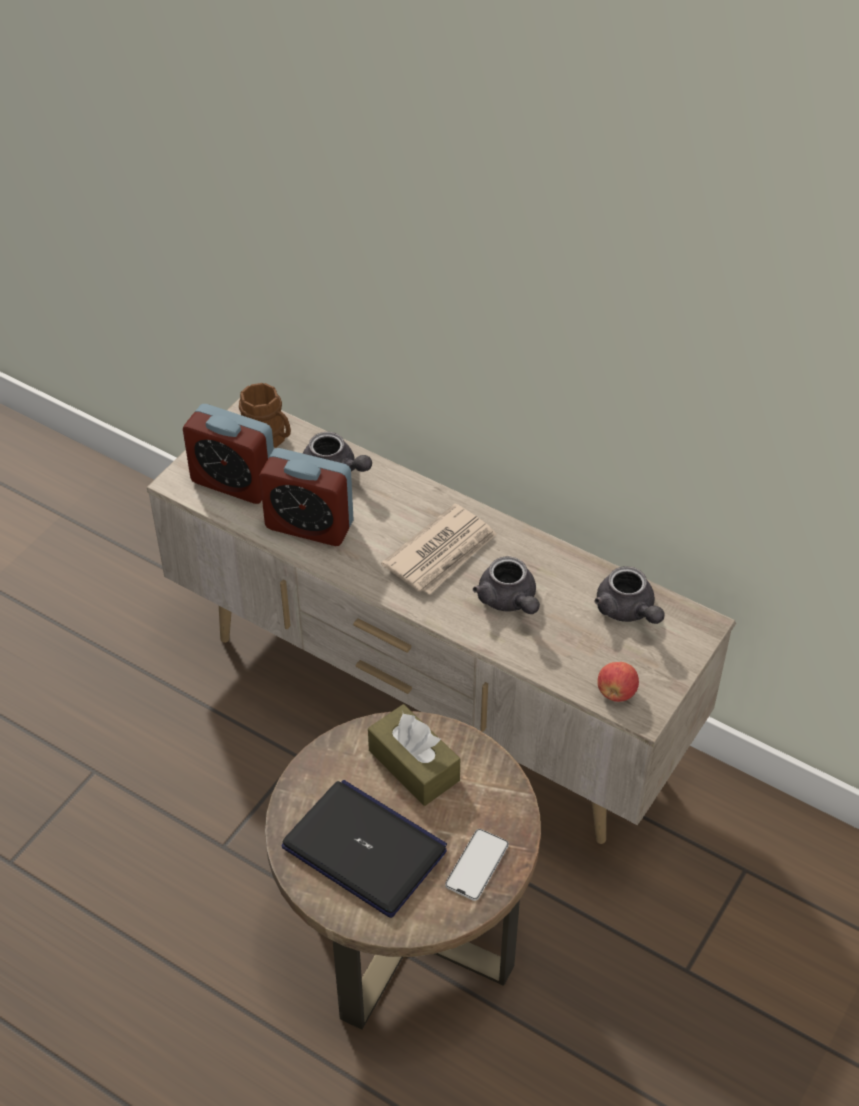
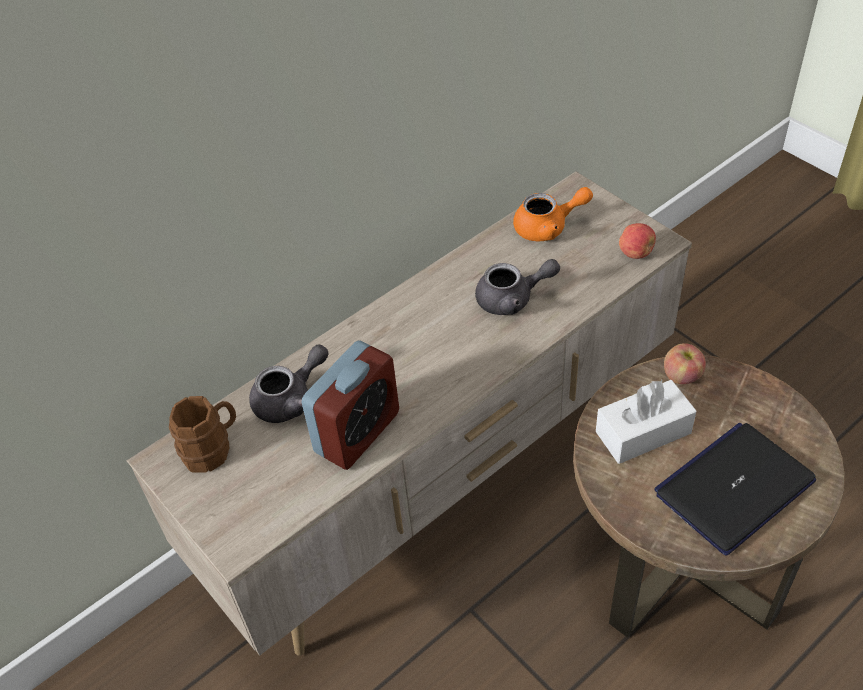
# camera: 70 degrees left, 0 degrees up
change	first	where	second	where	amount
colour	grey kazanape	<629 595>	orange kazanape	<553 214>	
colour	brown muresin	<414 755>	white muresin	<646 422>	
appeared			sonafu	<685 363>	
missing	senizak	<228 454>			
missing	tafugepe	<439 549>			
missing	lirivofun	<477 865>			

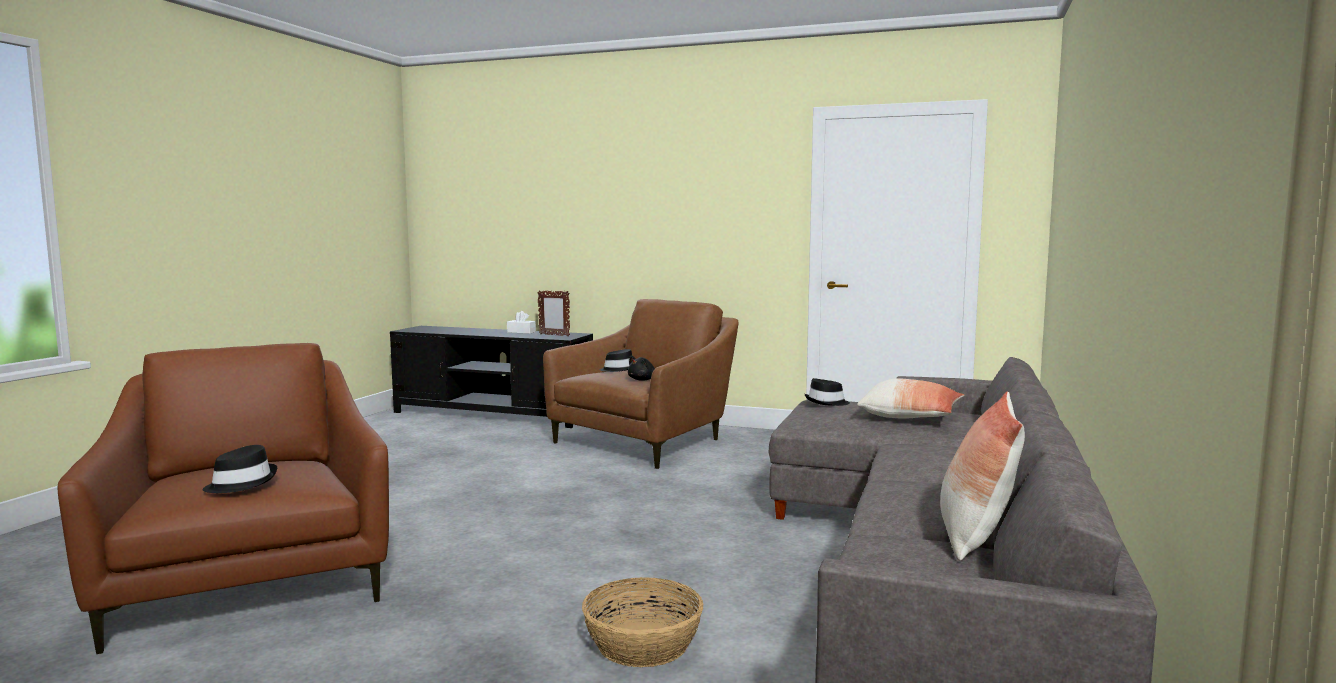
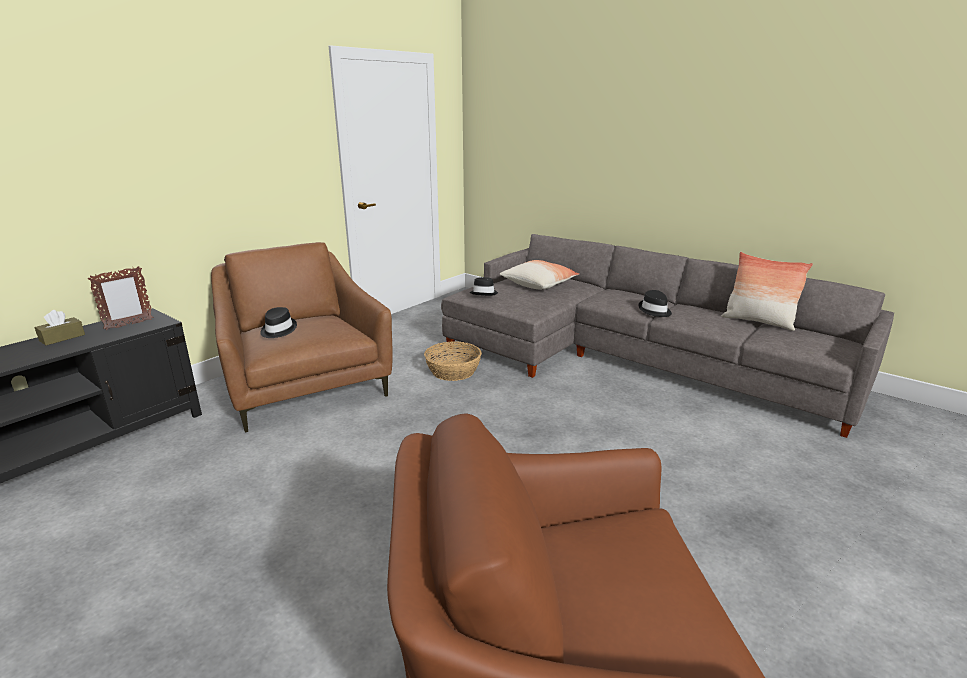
# camera: 70 degrees left, 15 degrees up
change	first	where	second	where	amount
colour	white muresin	<521 322>	brown muresin	<59 327>	
relocated	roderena	<642 622>		<453 361>	
relocated	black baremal	<240 469>		<655 303>	
missing	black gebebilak	<641 368>			

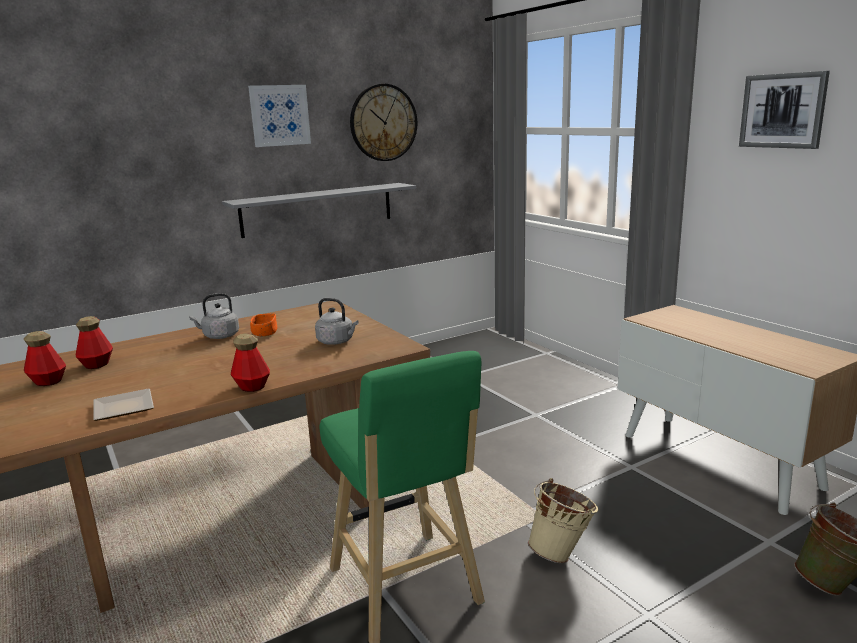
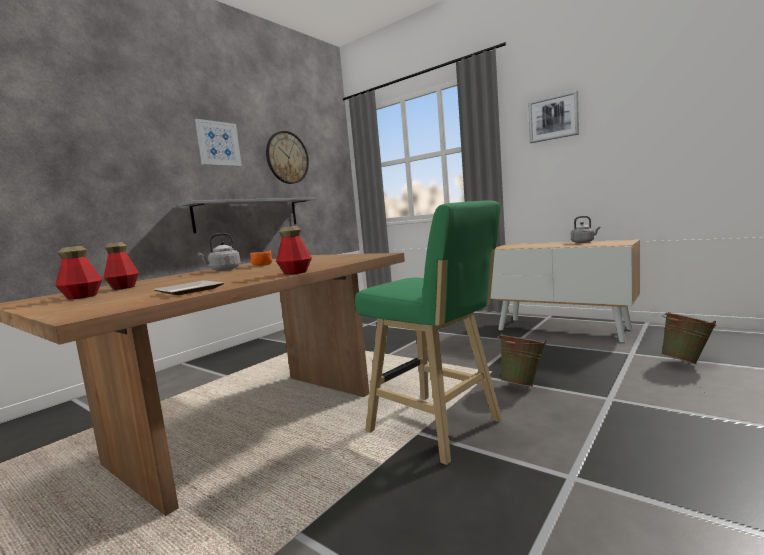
# camera: 20 degrees left, 10 degrees down
change	first	where	second	where	amount
colour	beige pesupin	<563 520>	green pesupin	<522 360>	
relocated	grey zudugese	<337 321>		<585 229>	

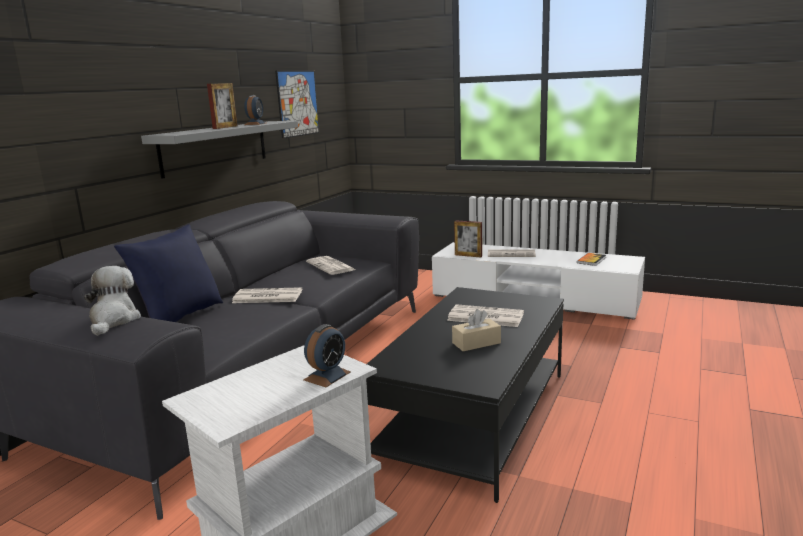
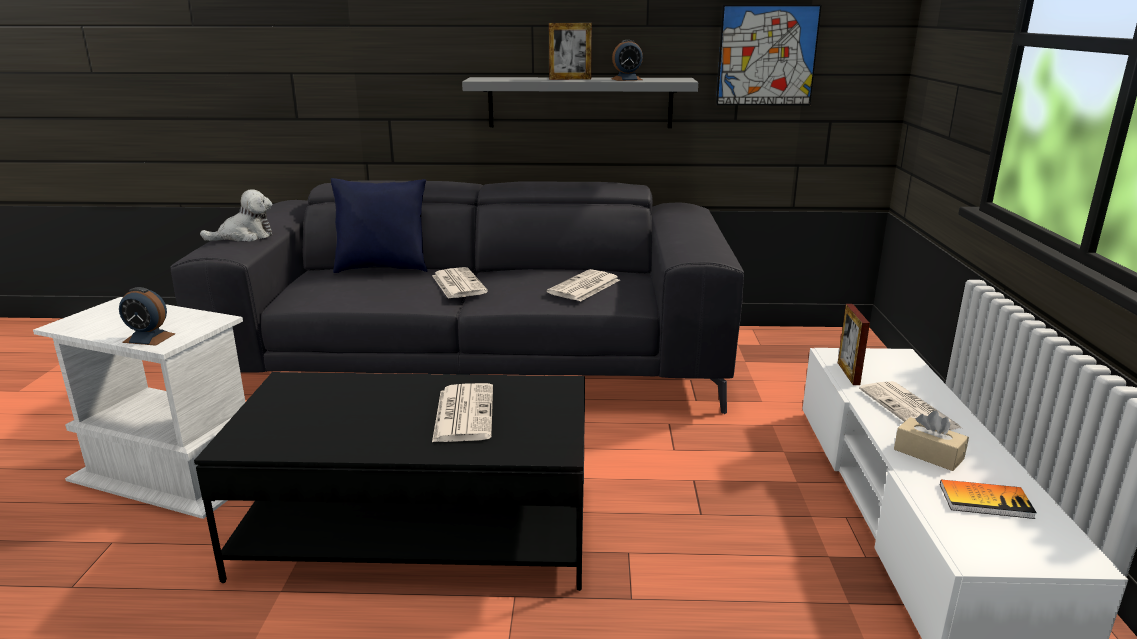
# camera: 65 degrees right, 5 degrees up
change	first	where	second	where	amount
relocated	beige muresin	<476 330>		<931 441>	

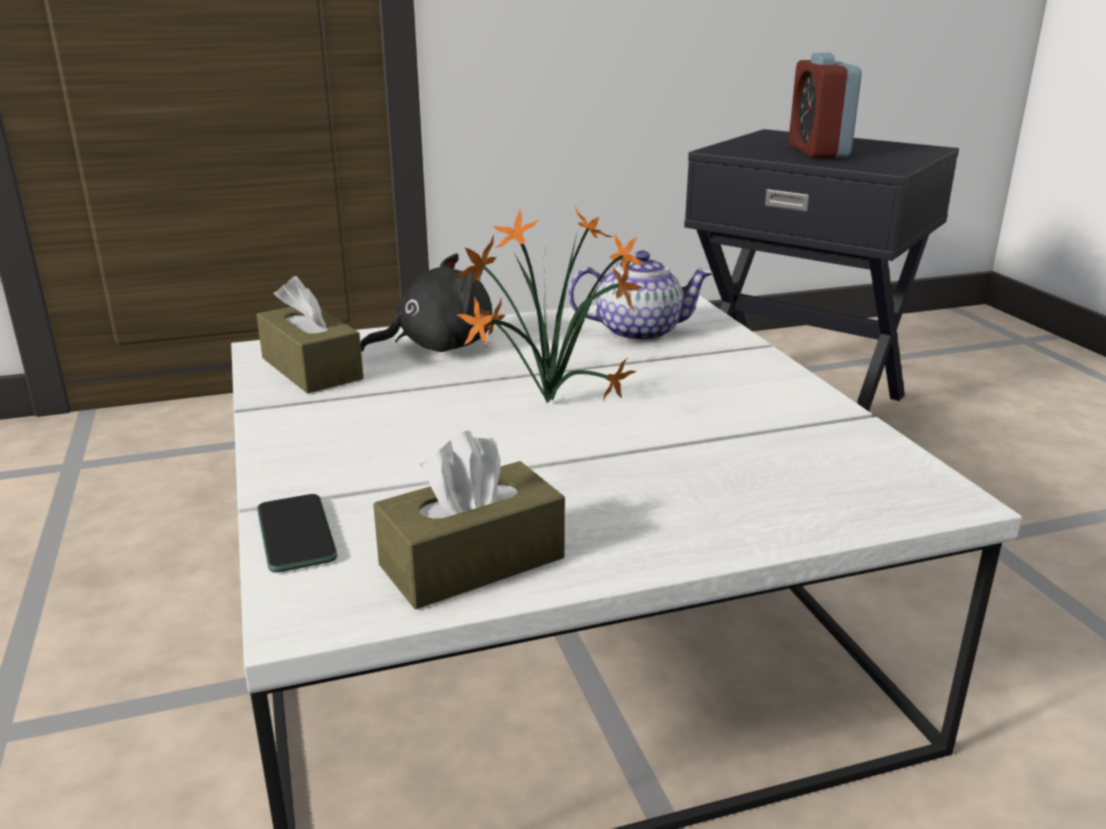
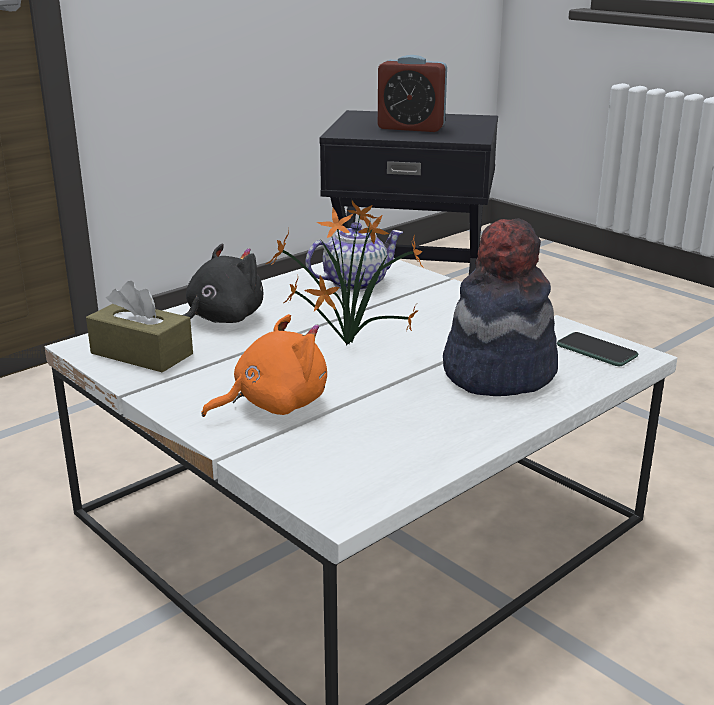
# camera: 25 degrees left, 0 degrees up
change	first	where	second	where	amount
appeared			orange gebebilak	<264 365>	
spun	senizak	<825 105>		<412 93>	45 degrees counterclockwise
appeared			baremal	<500 307>	
relocated	lirivofun	<297 533>		<597 349>	
missing	brown muresin	<469 519>			

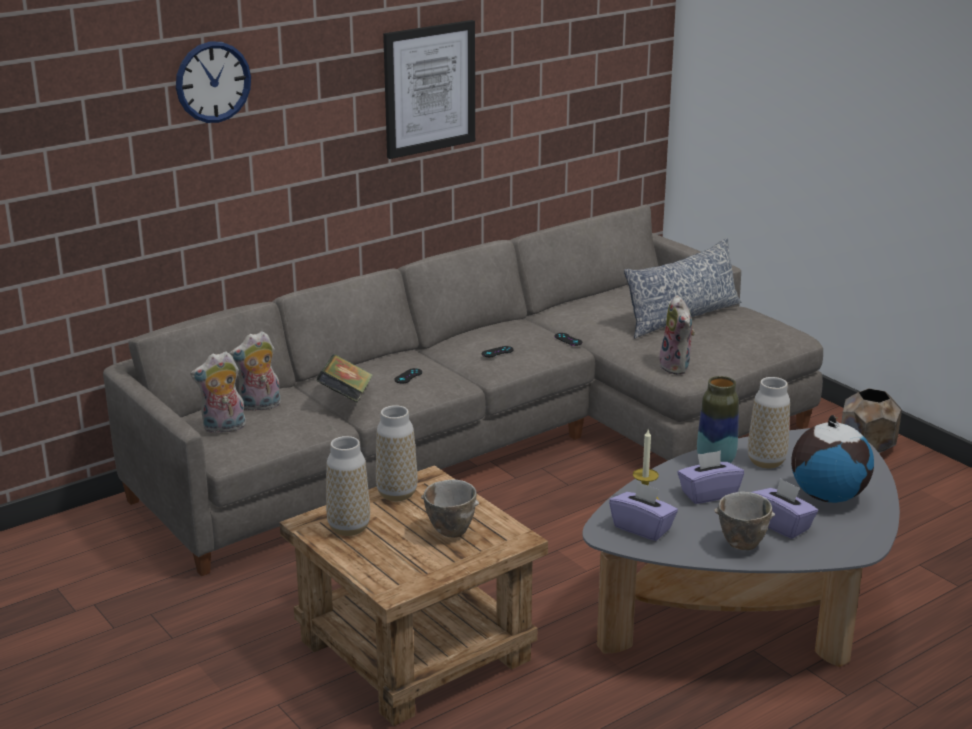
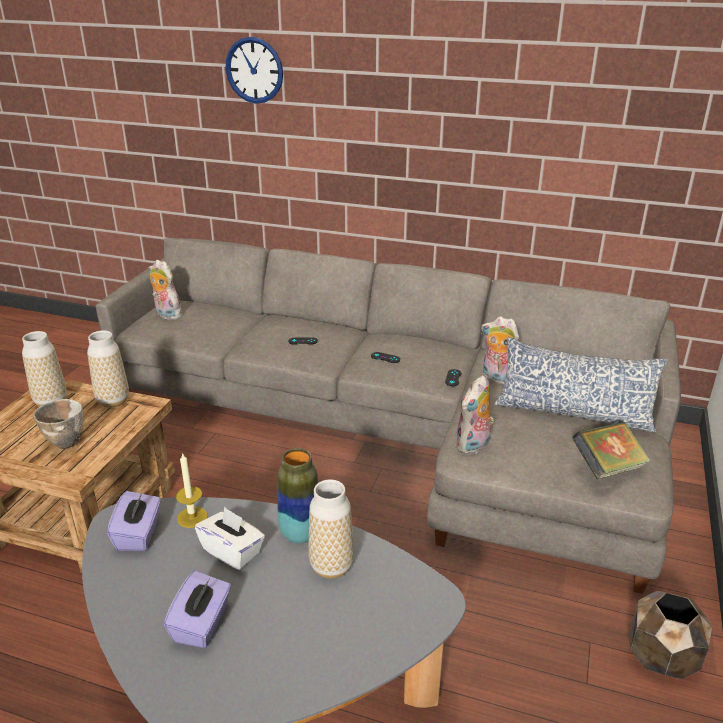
# camera: 55 degrees right, 5 degrees up
change	first	where	second	where	amount
colour	purple muresin	<710 477>	white muresin	<230 538>	
relocated	gebebilak	<255 371>		<500 350>	
relocated	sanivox	<344 378>		<611 450>	
missing	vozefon	<429 89>			
missing	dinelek	<744 521>			
missing	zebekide	<832 459>			

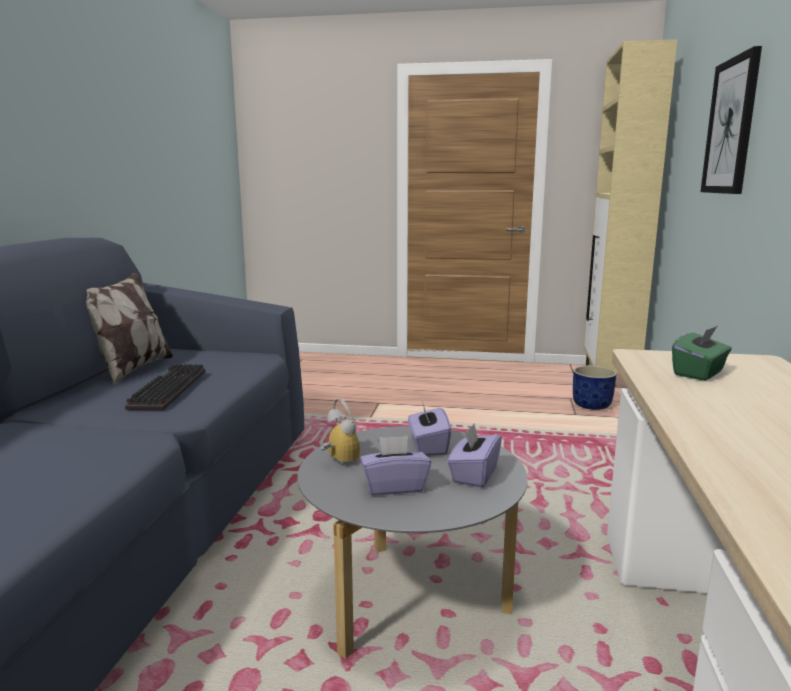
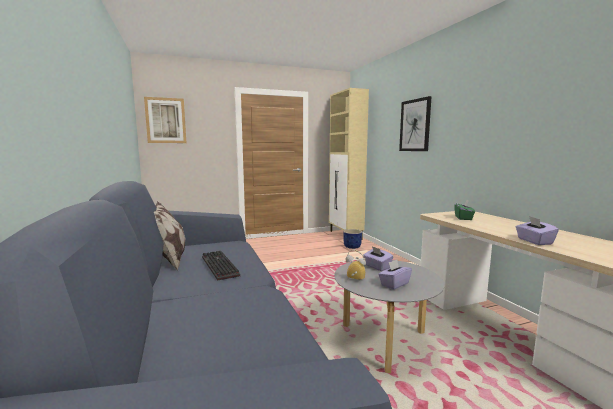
# camera: 30 degrees left, 5 degrees down
change	first	where	second	where	amount
appeared			vozefon	<165 120>	
relocated	purple muresin	<474 456>		<537 230>	

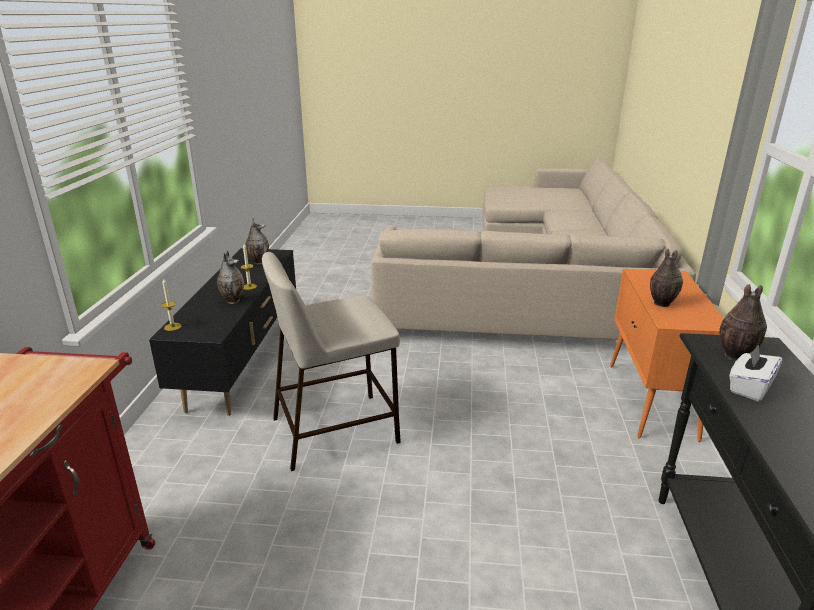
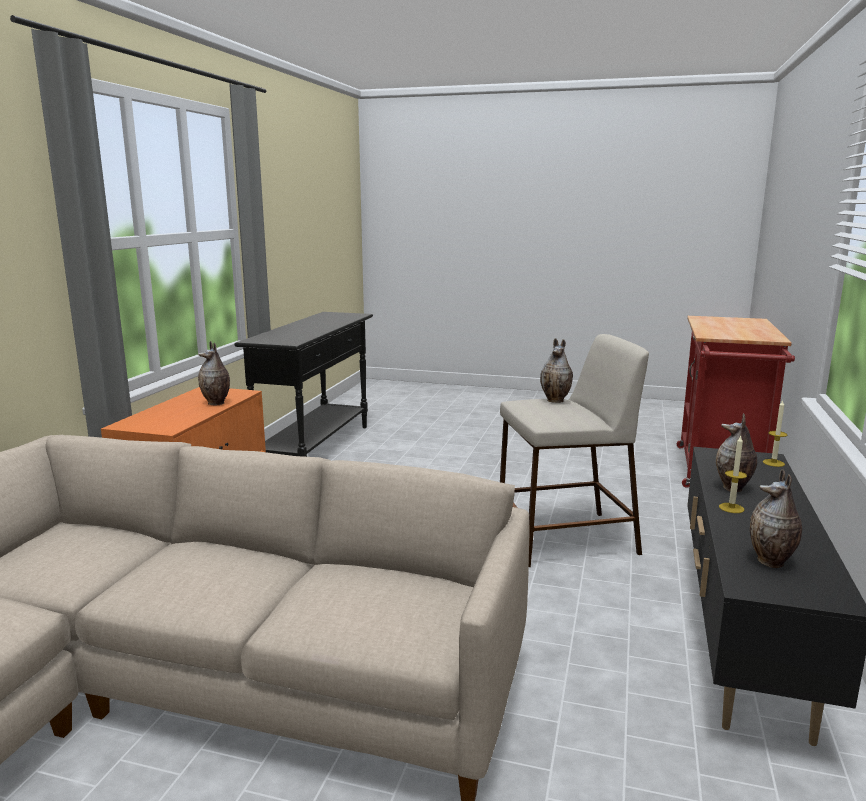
# camera: 170 degrees left, 10 degrees down
change	first	where	second	where	amount
relocated	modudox	<743 322>		<556 370>	
missing	white muresin	<755 373>			

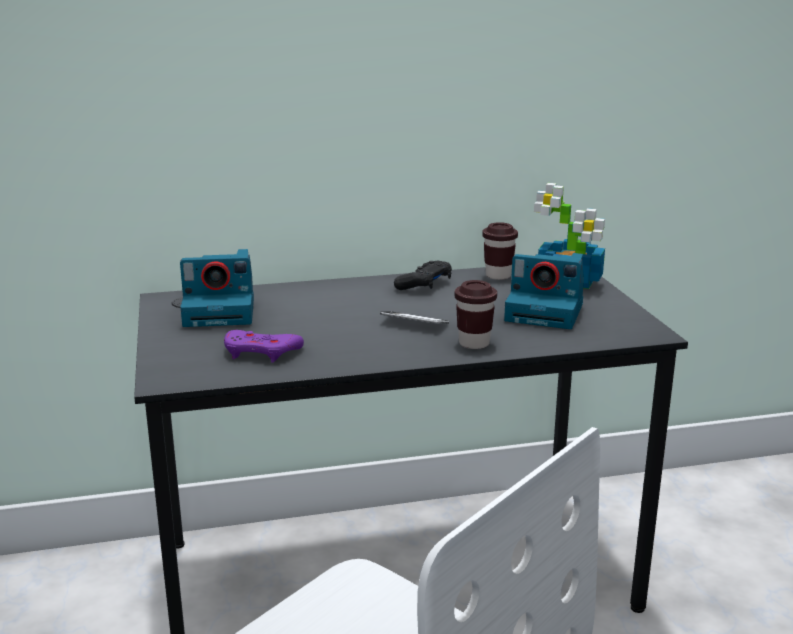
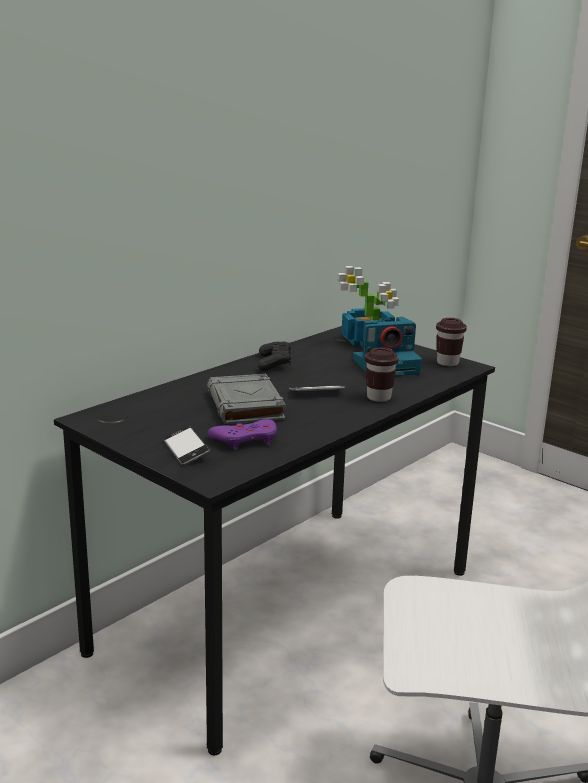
# camera: 35 degrees left, 0 degrees up
change	first	where	second	where	amount
appeared			lirivofun	<187 445>	
appeared			grey sanivox	<246 399>	
relocated	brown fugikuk	<500 251>		<451 342>	
missing	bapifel	<217 288>			

